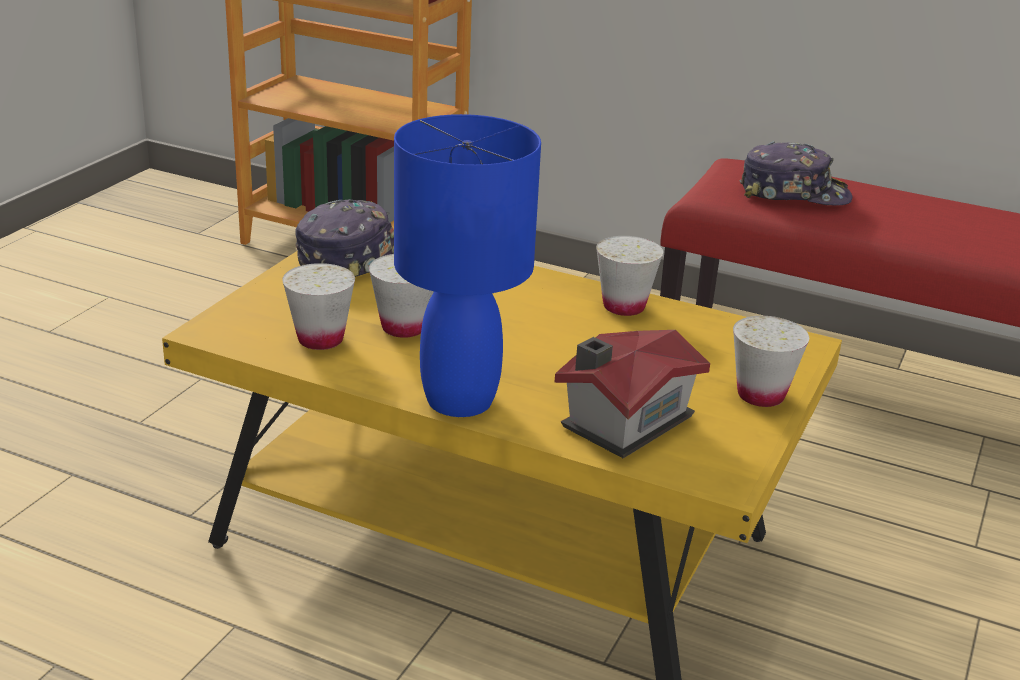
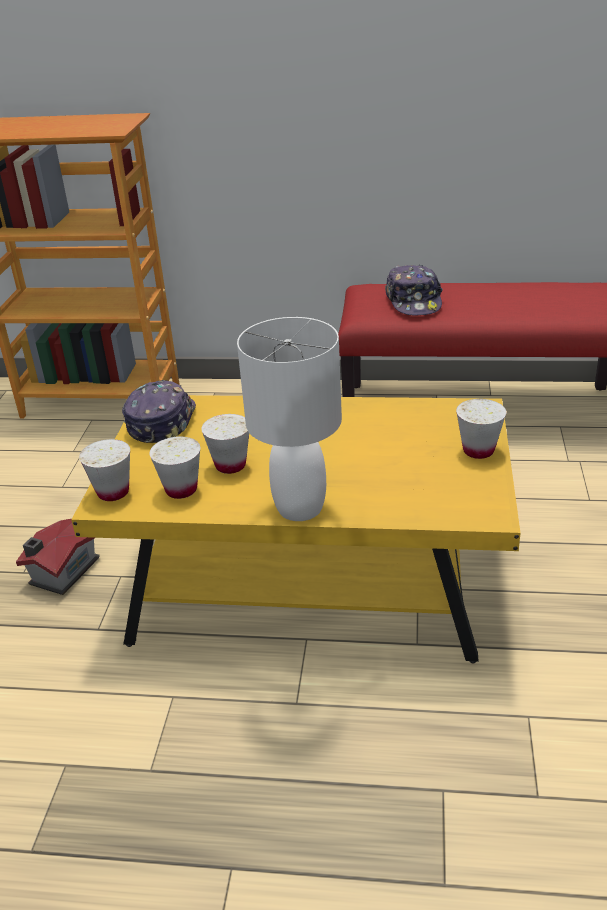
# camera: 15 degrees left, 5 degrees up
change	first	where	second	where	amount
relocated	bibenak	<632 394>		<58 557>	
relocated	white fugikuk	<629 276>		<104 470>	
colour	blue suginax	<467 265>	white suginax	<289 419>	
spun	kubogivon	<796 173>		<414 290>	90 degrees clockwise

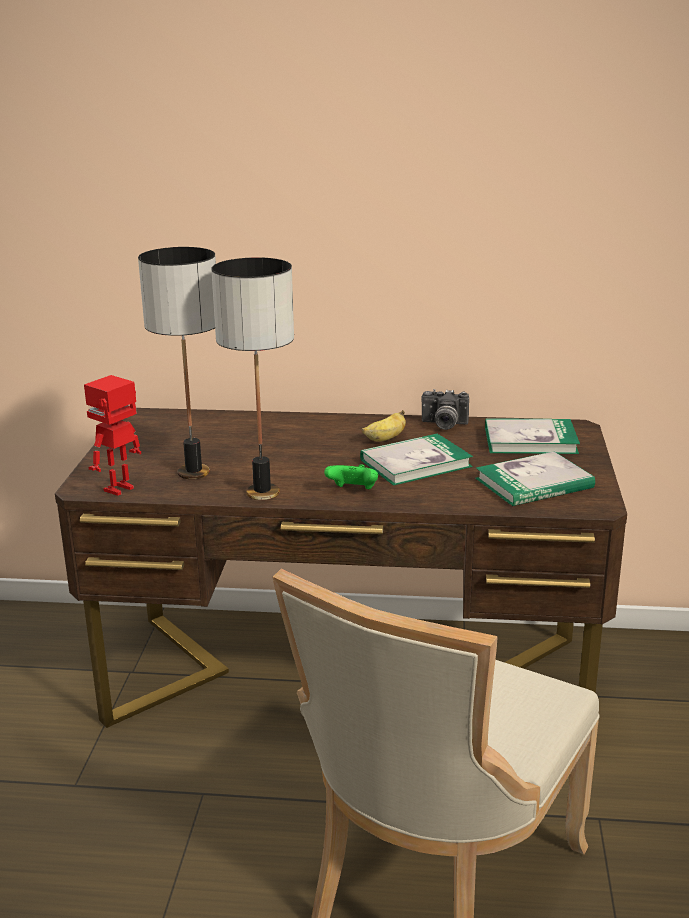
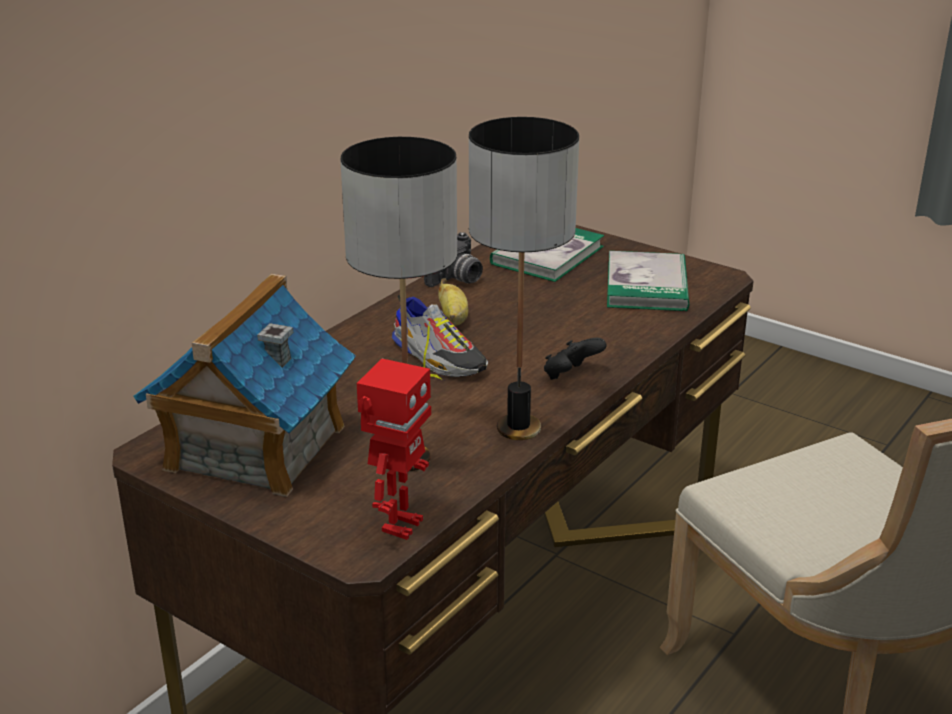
# camera: 60 degrees left, 5 degrees up
change	first	where	second	where	amount
appeared			bibenak	<244 385>	
spun	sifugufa	<112 435>		<394 449>	135 degrees counterclockwise
appeared			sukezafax	<440 338>	
colour	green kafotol	<351 477>	black kafotol	<575 359>	
missing	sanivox	<416 459>			

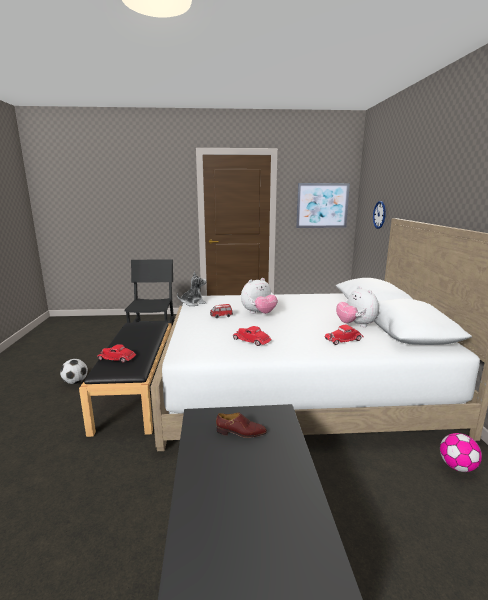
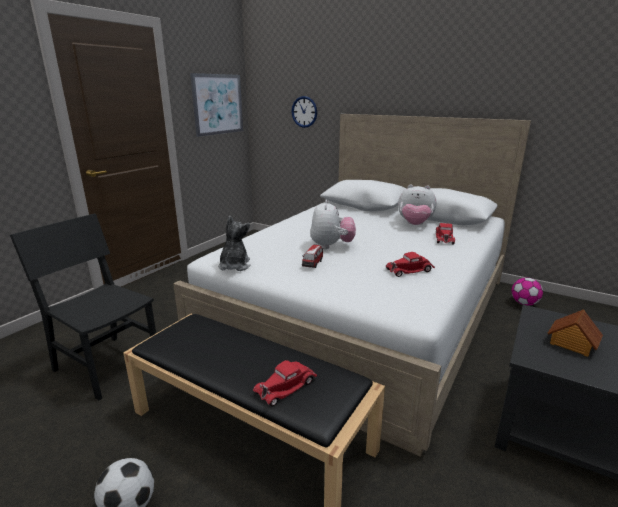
# camera: 55 degrees left, 5 degrees up
change	first	where	second	where	amount
exchanged	brown sukezafax	<241 425>	bibenak	<575 333>	

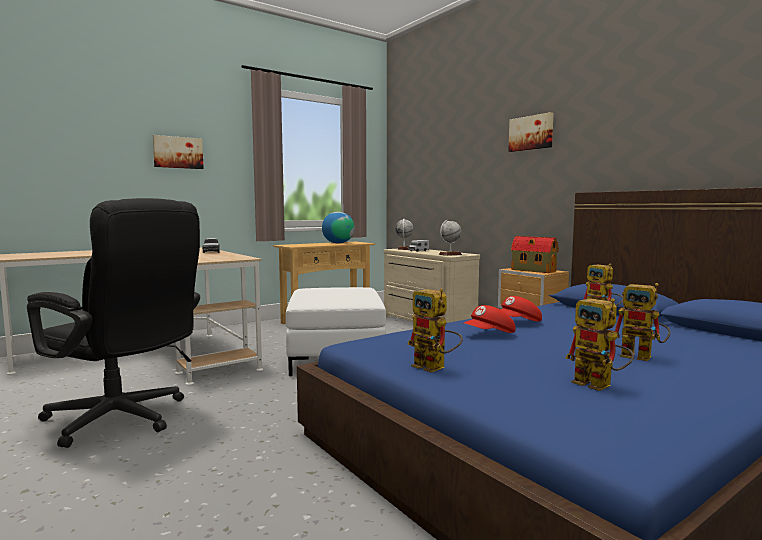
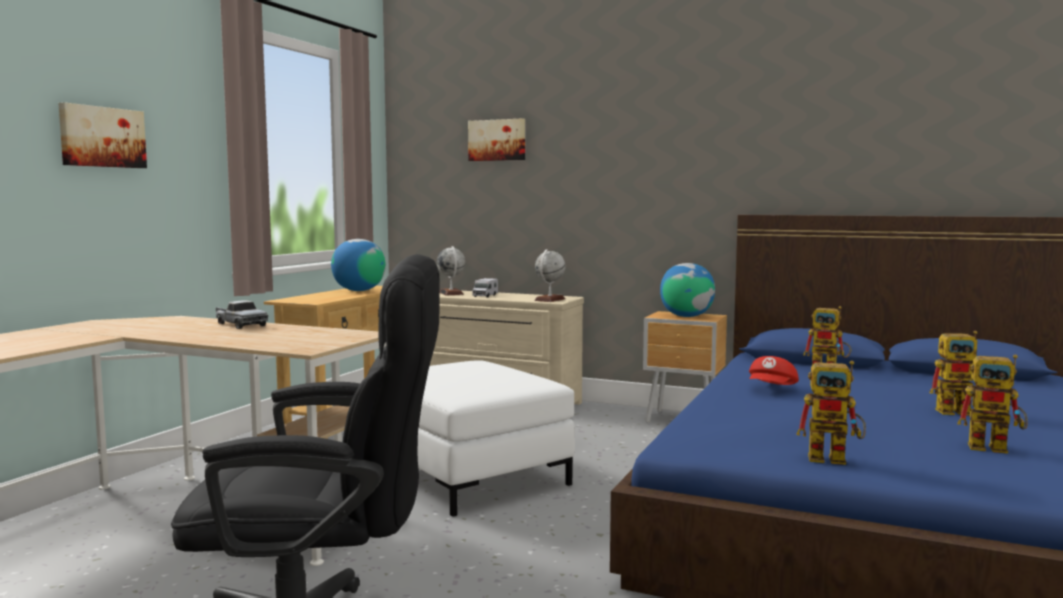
# camera: 30 degrees left, 0 degrees up
change	first	where	second	where	amount
relocated	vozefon	<531 132>		<496 139>	
exchanged	bibenak	<535 254>	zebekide	<687 290>	
missing	red kubogivon	<490 319>			

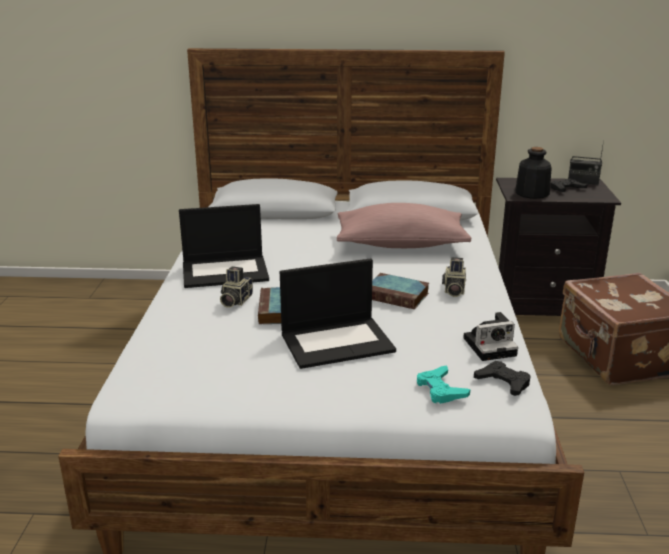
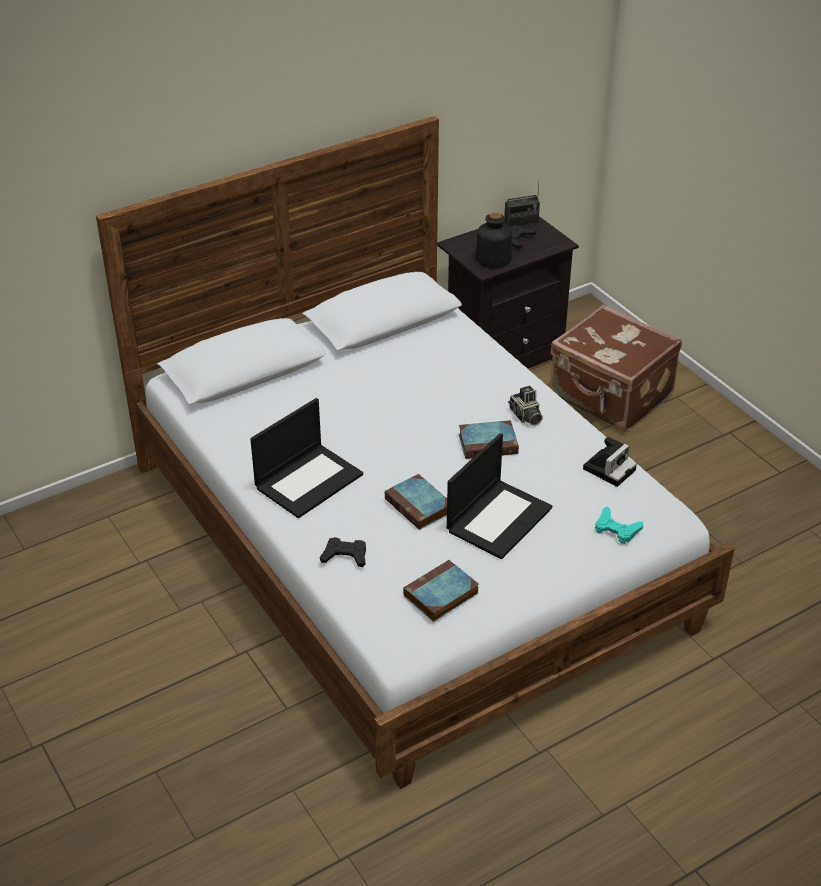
# camera: 35 degrees left, 15 degrees up
change	first	where	second	where	amount
relocated	black kafotol	<502 378>		<343 552>	
appeared			sanivox	<441 591>	
missing	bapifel	<236 287>			
missing	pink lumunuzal	<404 225>			

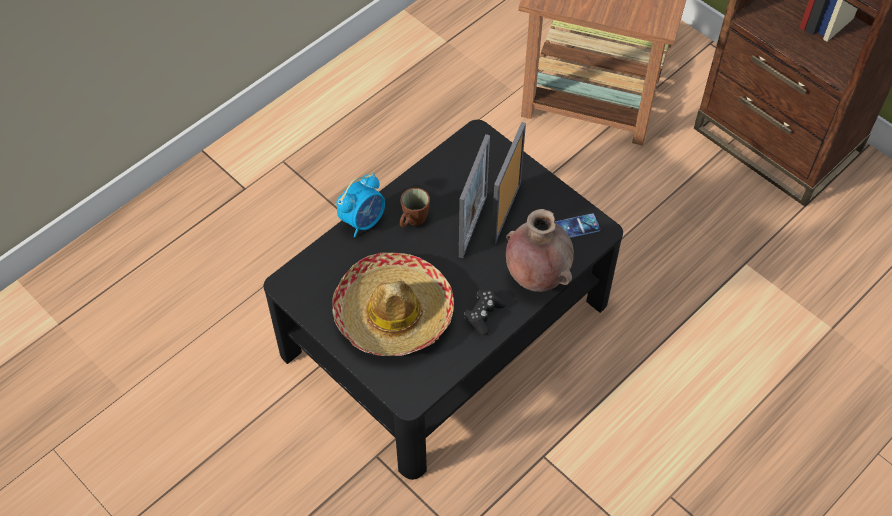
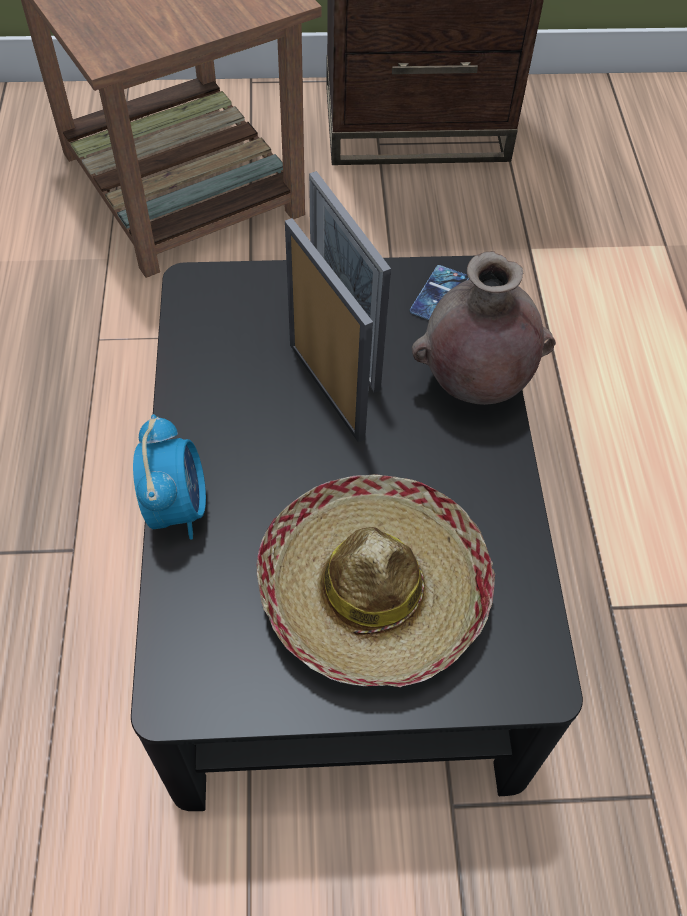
# camera: 50 degrees left, 0 degrees up
change	first	where	second	where	amount
missing	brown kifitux	<415 208>			
missing	black kafotol	<485 312>			

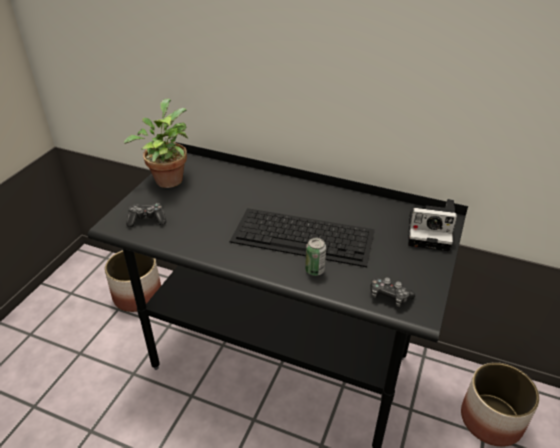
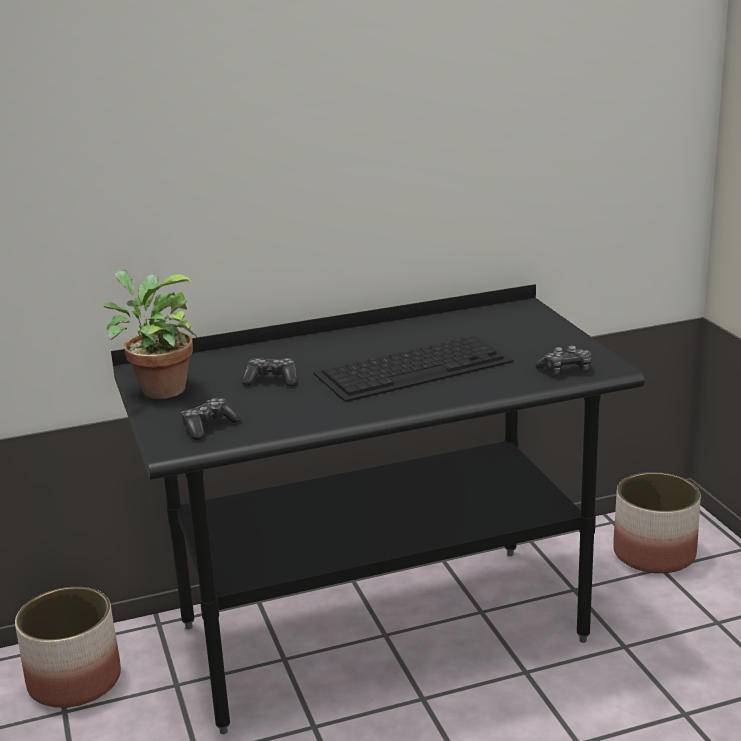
# camera: 40 degrees left, 15 degrees down
change	first	where	second	where	amount
appeared			kafotol	<270 372>	
missing	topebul	<315 257>			
missing	bapifel	<432 225>			

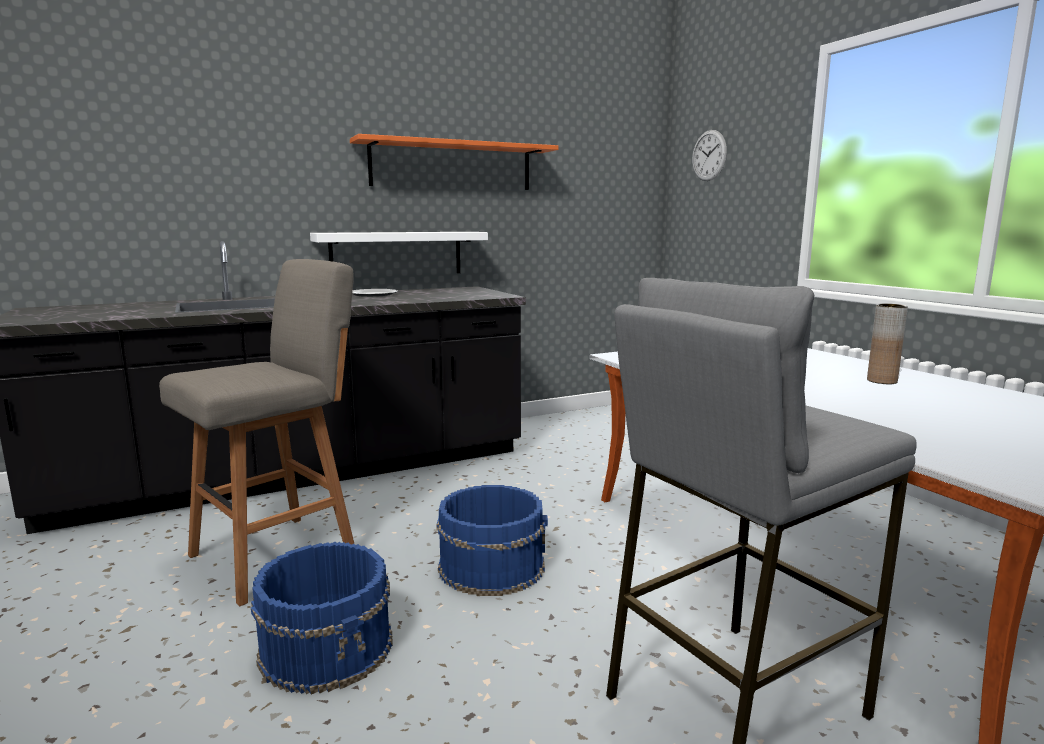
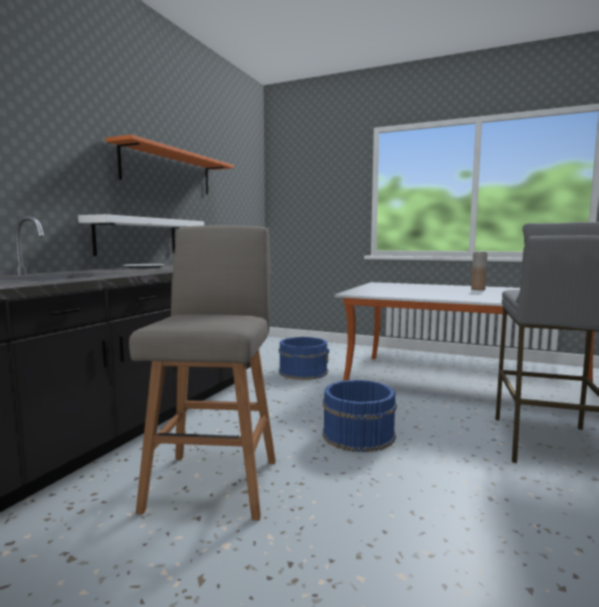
# camera: 40 degrees left, 5 degrees down
change	first	where	second	where	amount
relocated	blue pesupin	<322 618>		<304 358>	
missing	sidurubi	<709 155>			

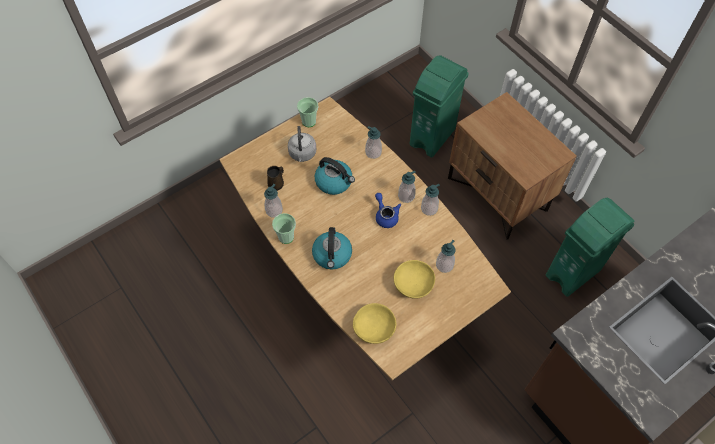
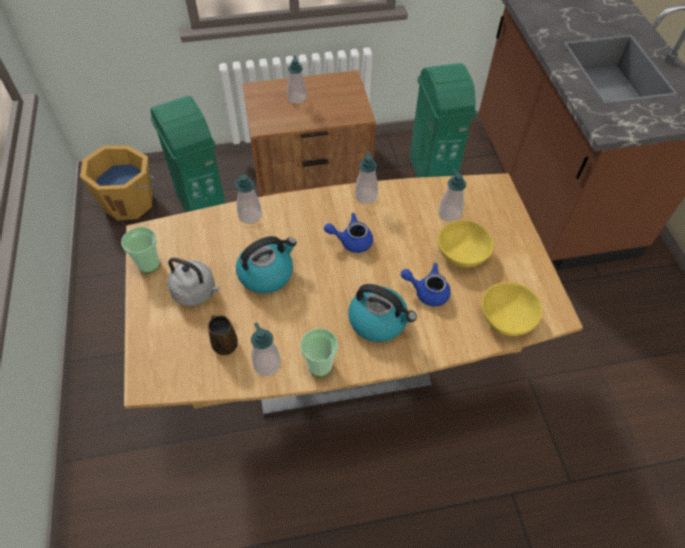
# camera: 65 degrees left, 5 degrees down
change	first	where	second	where	amount
appeared			orange pesupin	<117 183>	
relocated	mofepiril	<407 187>		<296 80>	
appeared			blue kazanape	<426 285>	

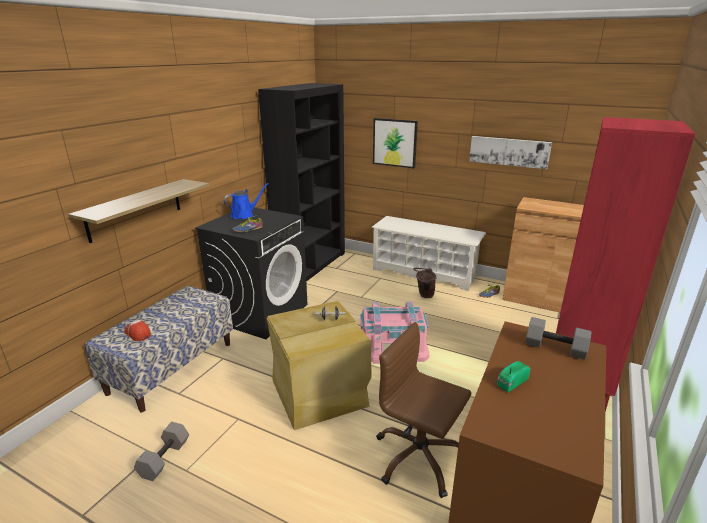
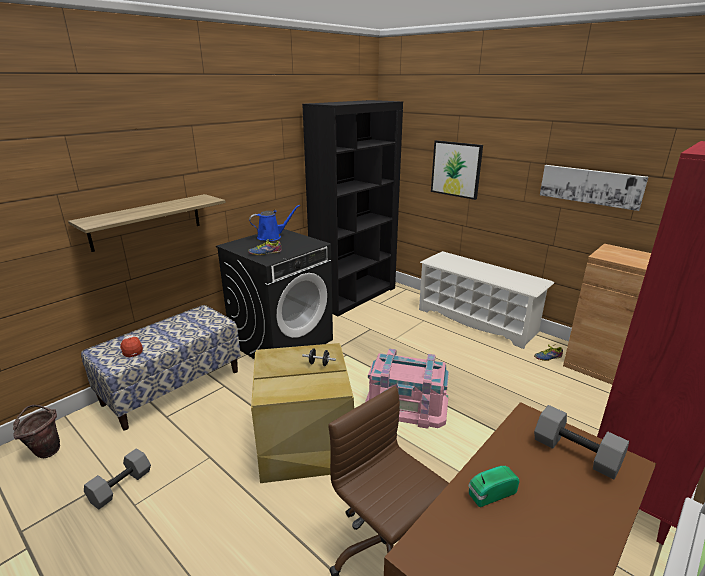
# camera: 15 degrees right, 0 degrees up
change	first	where	second	where	amount
relocated	brown pesupin	<425 283>		<36 431>	

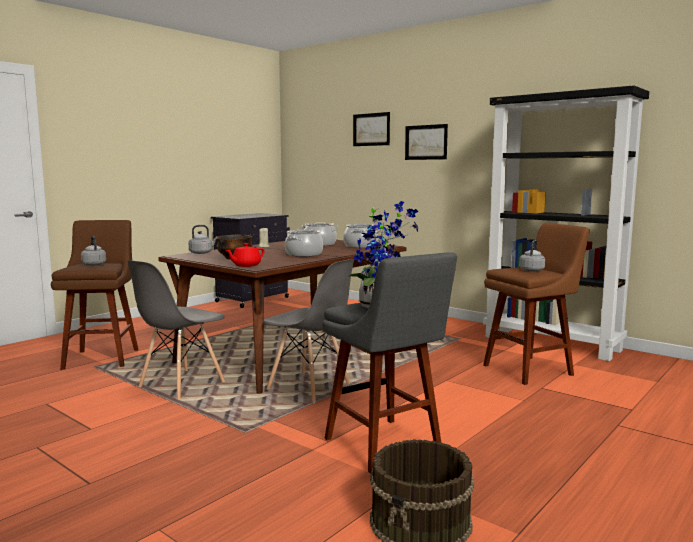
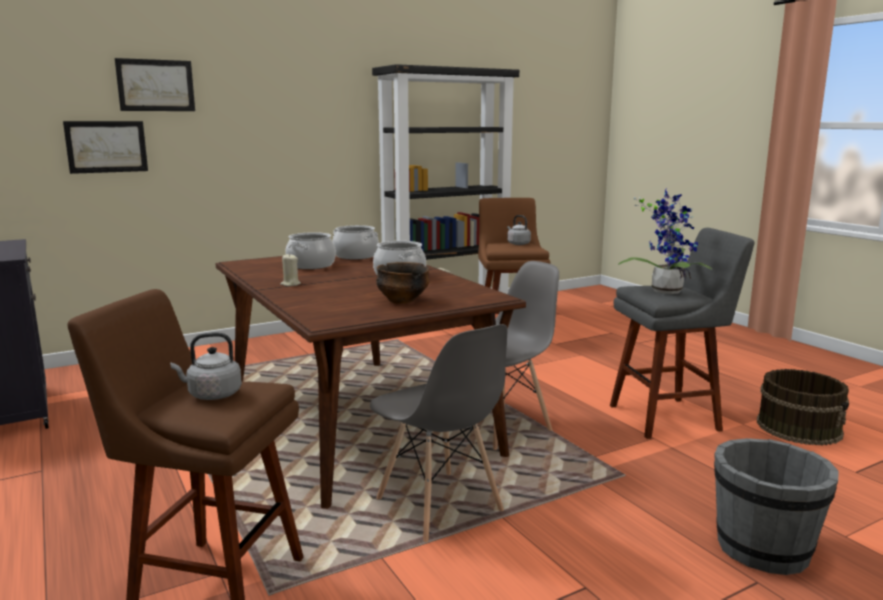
# camera: 70 degrees left, 5 degrees up
change	first	where	second	where	amount
relocated	vozefon	<426 142>		<105 147>	
appeared			grey pesupin	<776 506>	
missing	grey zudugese	<203 239>			
missing	red kazanape	<245 255>			

